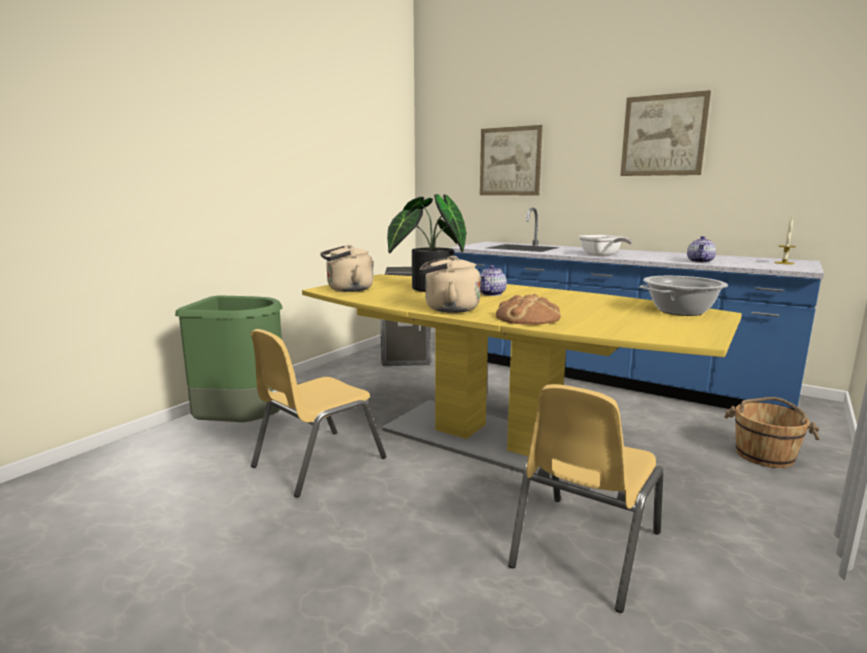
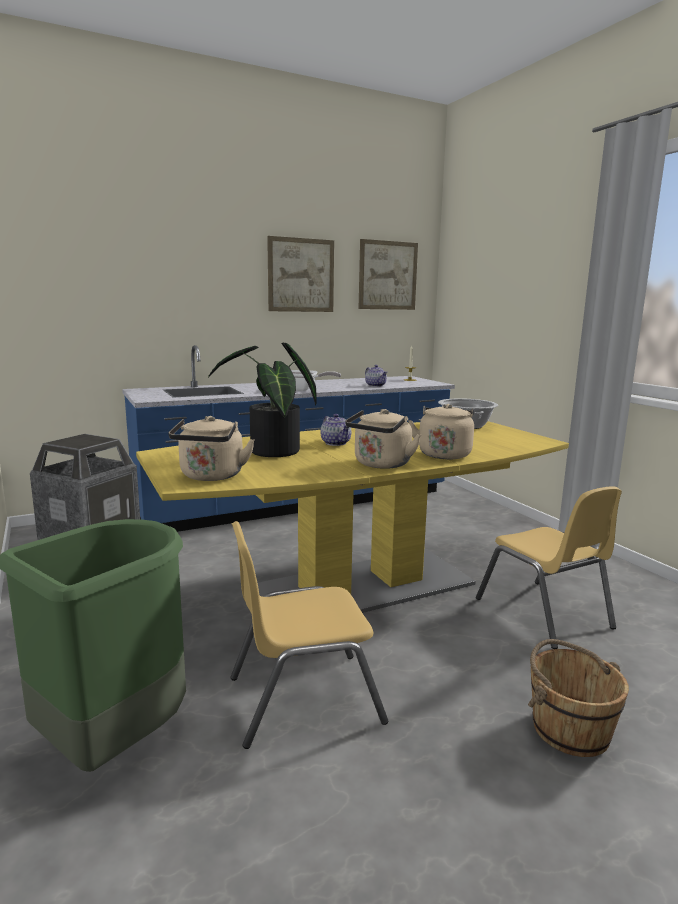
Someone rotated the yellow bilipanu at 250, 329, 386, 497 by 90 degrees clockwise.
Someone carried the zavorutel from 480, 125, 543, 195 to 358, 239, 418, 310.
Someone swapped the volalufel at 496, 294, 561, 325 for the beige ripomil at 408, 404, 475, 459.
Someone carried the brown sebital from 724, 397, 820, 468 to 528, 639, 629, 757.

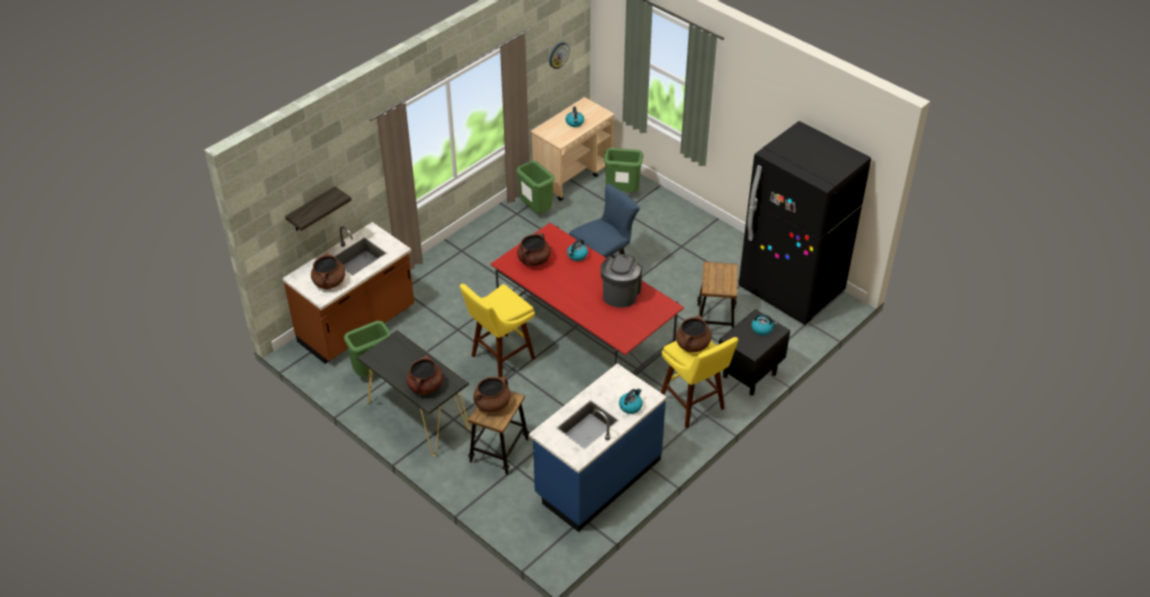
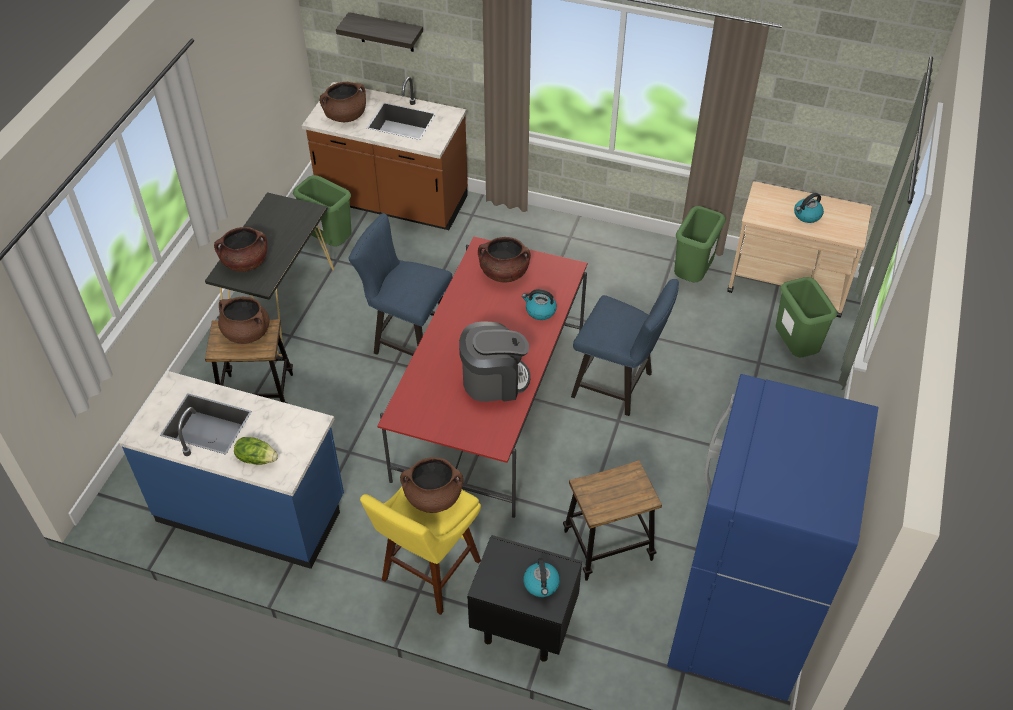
Someone swapped the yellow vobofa at 460, 284, 535, 377 for the blue bilipanu at 349, 213, 452, 356.
Someone took away the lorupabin at 549, 42, 570, 69.
Someone swapped the ripomil at 619, 388, 643, 414 for the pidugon at 234, 437, 278, 465.
Someone repainted the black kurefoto at 738, 121, 871, 325, which became the blue kurefoto at 667, 374, 878, 701.

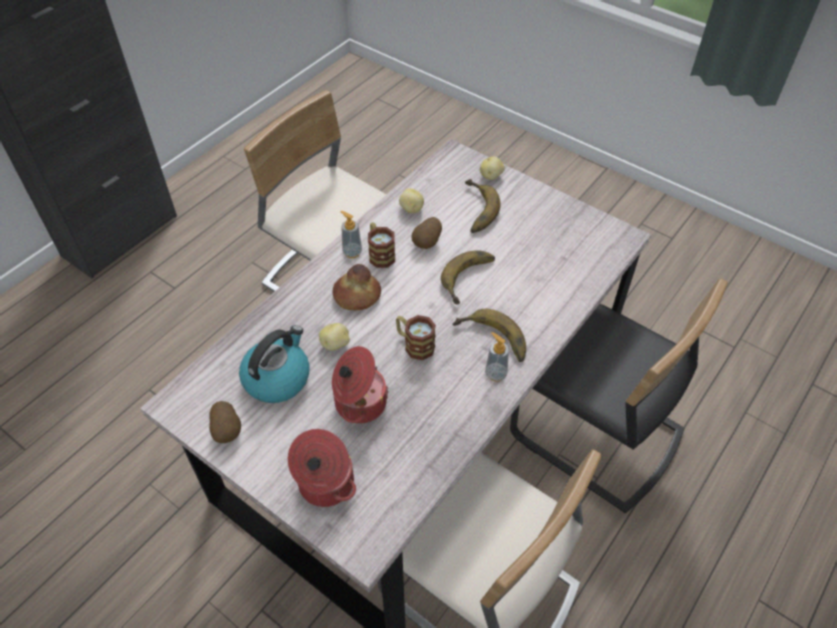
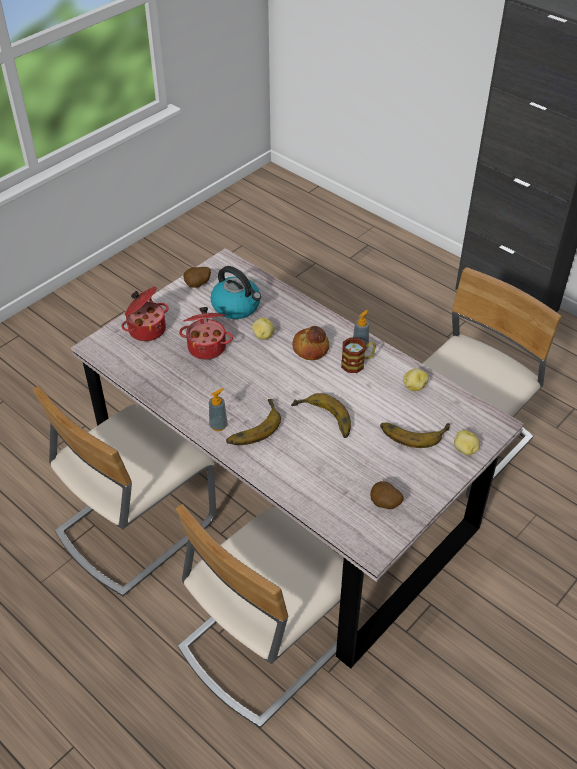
Someone took away the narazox at 396, 315, 436, 360.
Someone carried the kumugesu from 411, 217, 442, 249 to 370, 481, 404, 509.
Someone repainted the black bilipanu at 510, 278, 728, 514, which became the beige bilipanu at 176, 504, 364, 728.

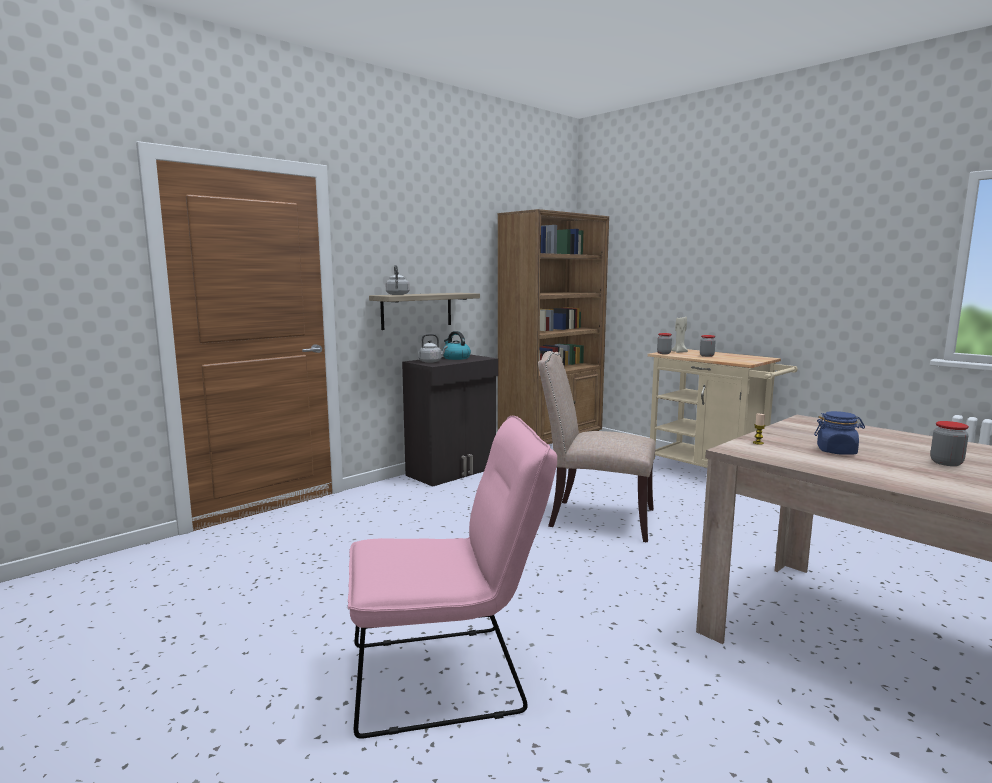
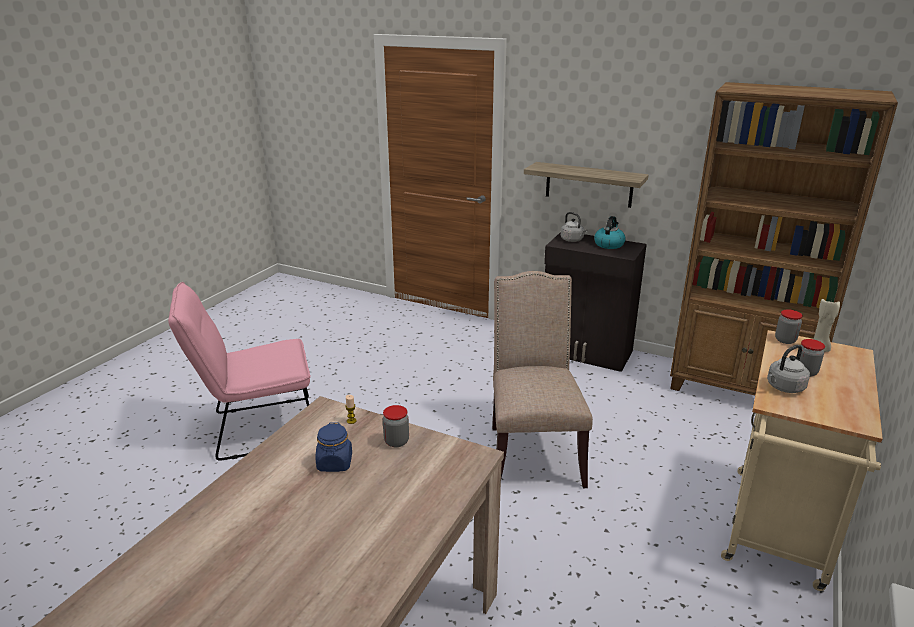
Someone rotated the pink bilipanu at 348, 416, 557, 739 by 105 degrees clockwise.
Someone carried the grey ripomil from 386, 265, 410, 295 to 767, 345, 810, 393.
Someone carried the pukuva from 930, 421, 969, 466 to 383, 405, 409, 447.

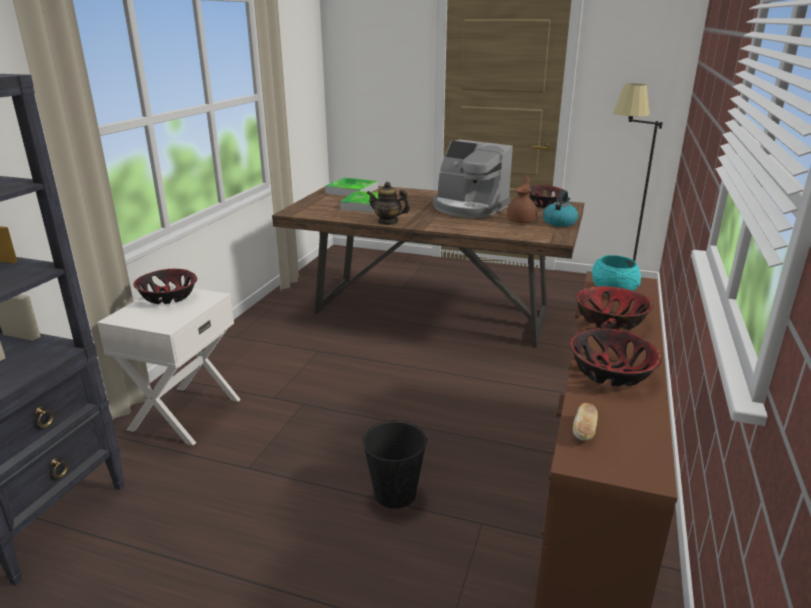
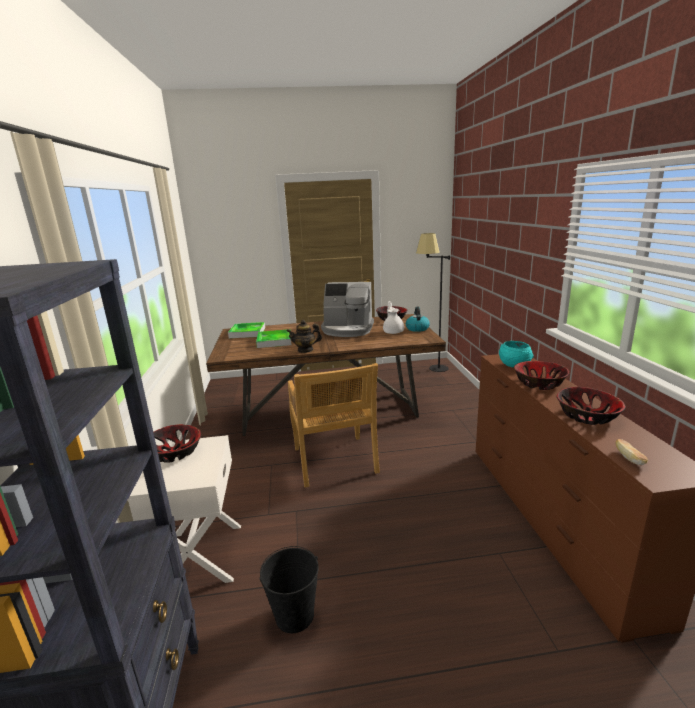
Someone carried the black sebital from 362, 420, 428, 509 to 259, 546, 319, 633.
Someone repainted the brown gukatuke at 507, 176, 537, 223, which became the white gukatuke at 383, 301, 404, 334.
Someone put down the beige bilipanu at 288, 363, 380, 488.

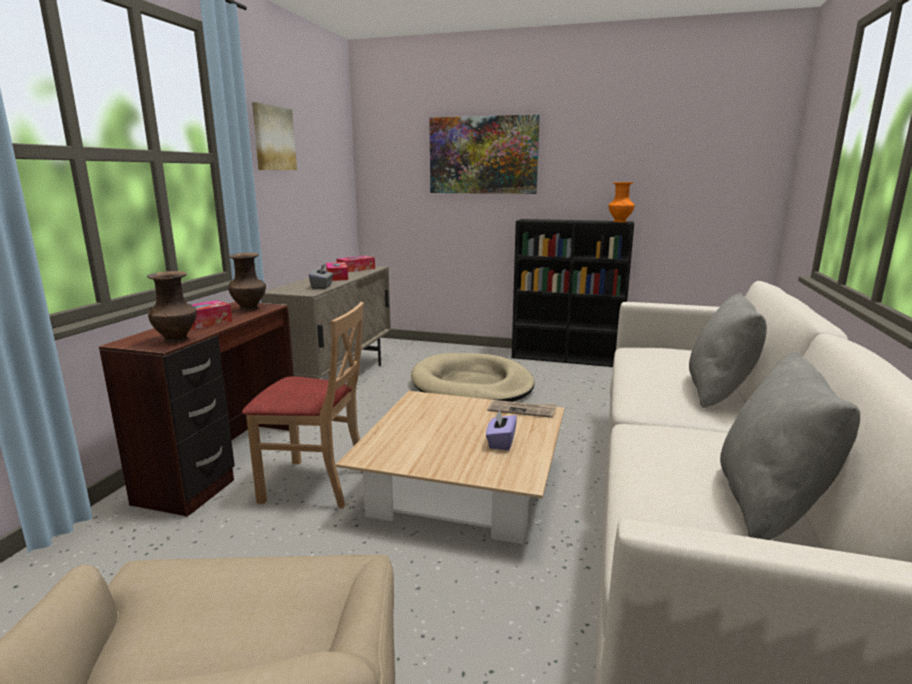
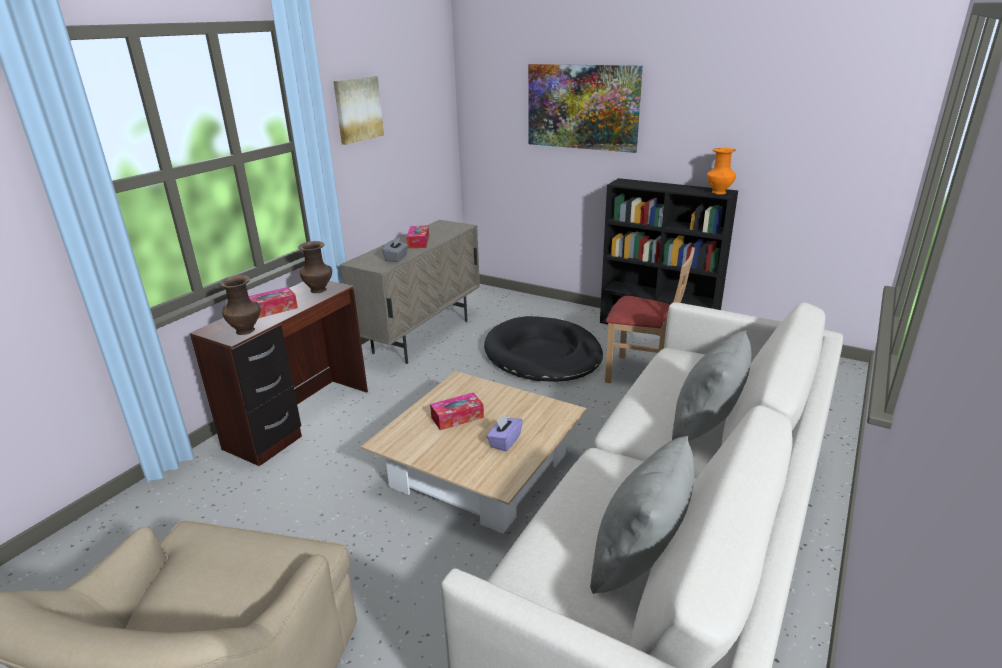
Someone carried the beige bilipanu from 242, 302, 364, 508 to 605, 247, 695, 383.
Someone carried the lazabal from 336, 256, 375, 272 to 430, 392, 484, 430.
Someone repainted the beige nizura at 411, 353, 535, 402, which became the black nizura at 484, 316, 603, 382.
Someone took away the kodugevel at 487, 400, 557, 418.

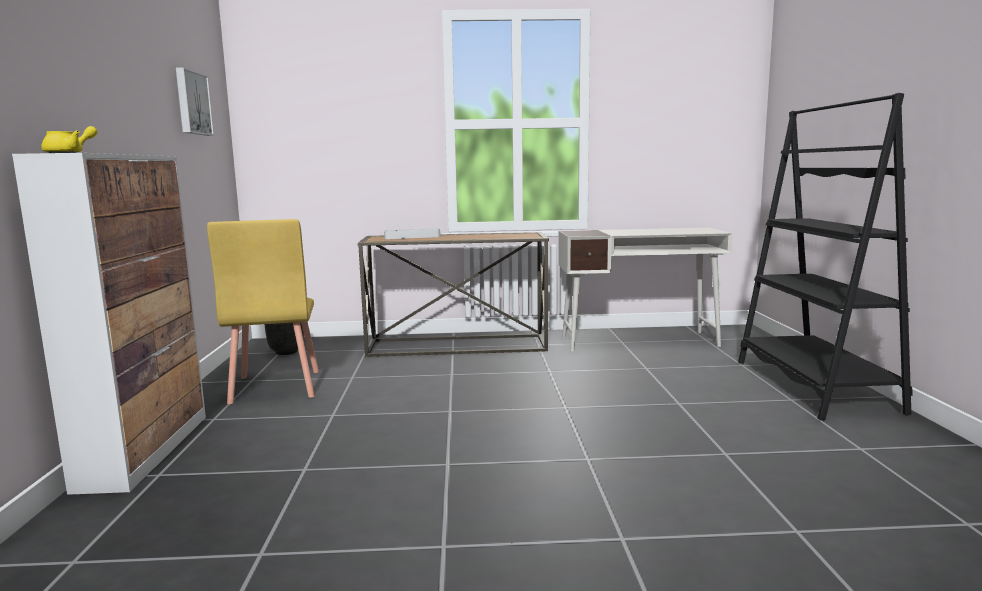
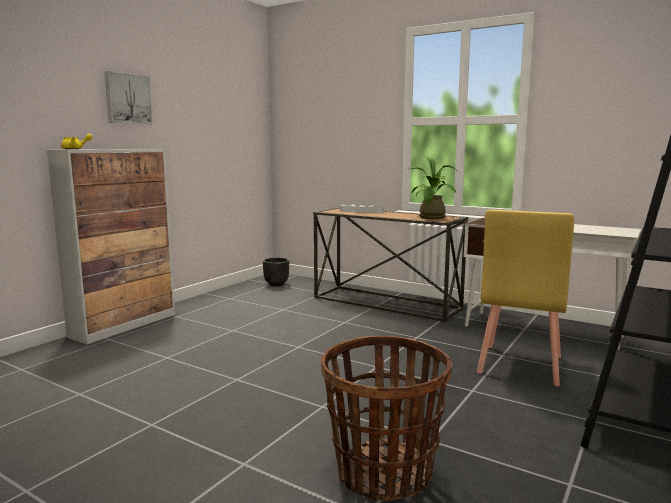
Someone carried the zavorutel from 176, 67, 214, 136 to 104, 71, 153, 124.
Someone carried the yellow bilipanu from 207, 219, 319, 404 to 477, 210, 574, 386.
Someone put down the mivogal at 321, 336, 452, 501.
Someone put down the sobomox at 407, 157, 459, 219.

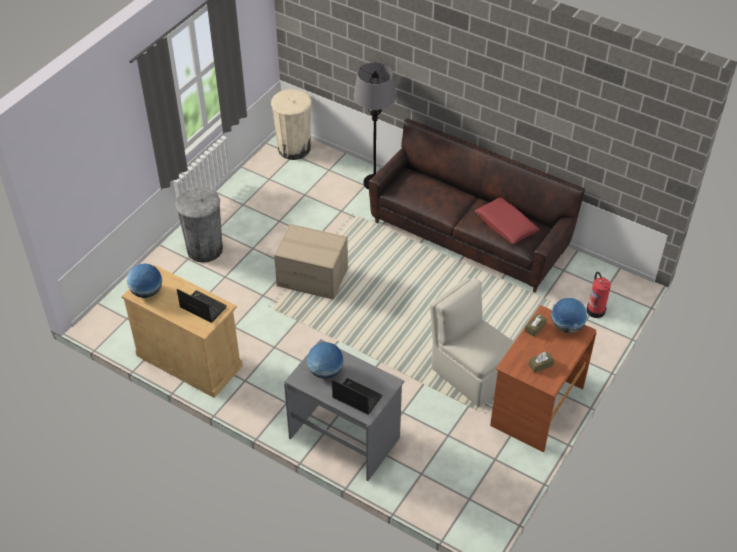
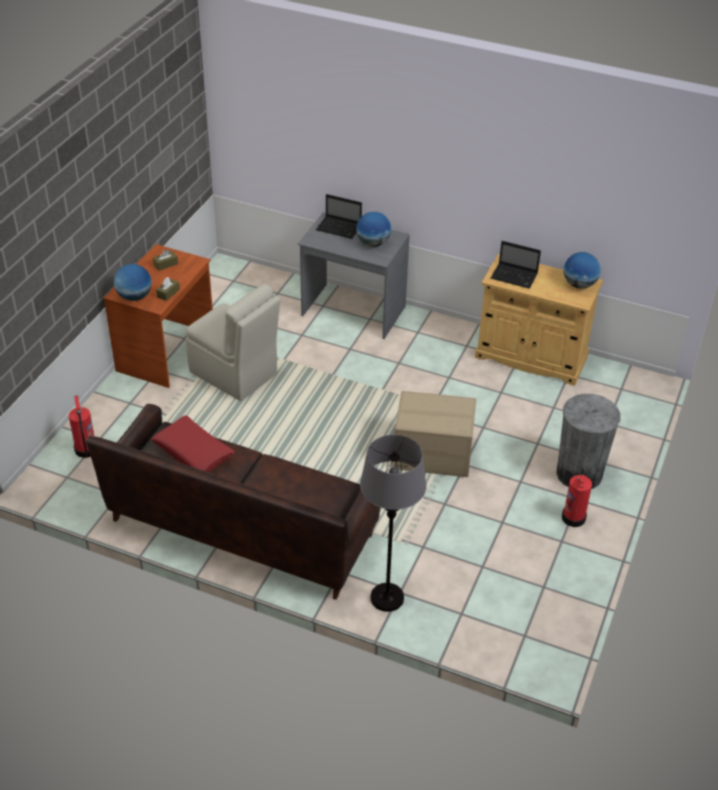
Someone took away the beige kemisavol at 271, 89, 312, 160.
Someone put down the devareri at 562, 468, 592, 527.

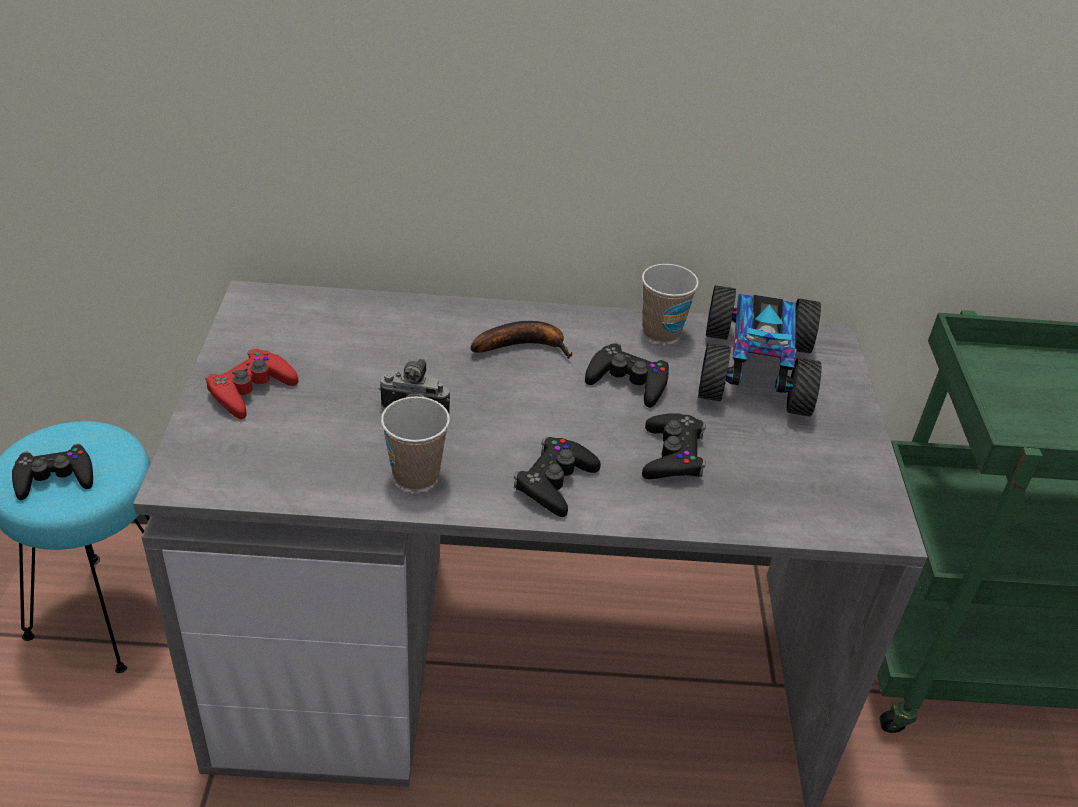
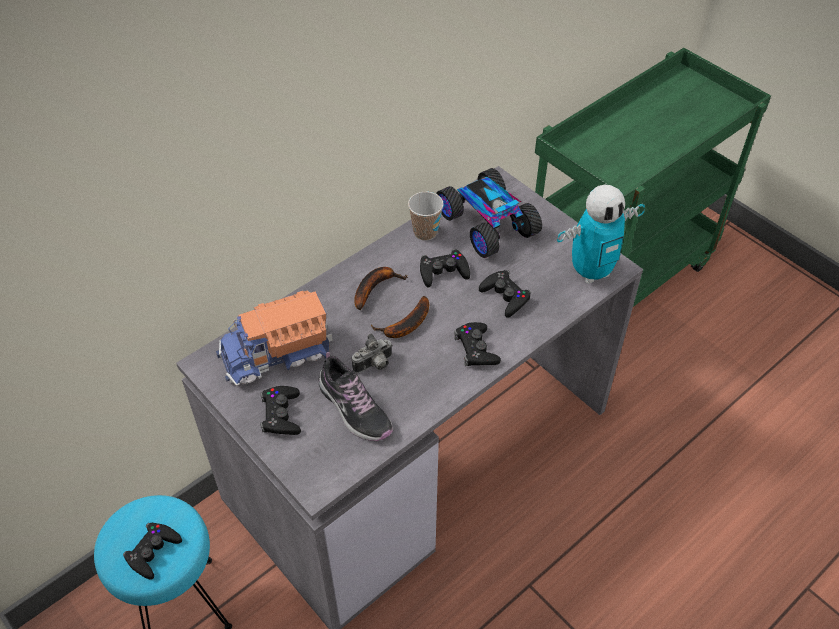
Someone repainted the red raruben at 205, 349, 298, 419, which became the black raruben at 260, 386, 301, 435.
Someone took away the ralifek at 381, 396, 450, 491.
Someone put down the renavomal at 216, 290, 333, 386.
Someone put down the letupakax at 319, 352, 393, 441.
Someone put down the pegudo at 371, 296, 429, 338.
Someone put down the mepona at 557, 184, 645, 284.

